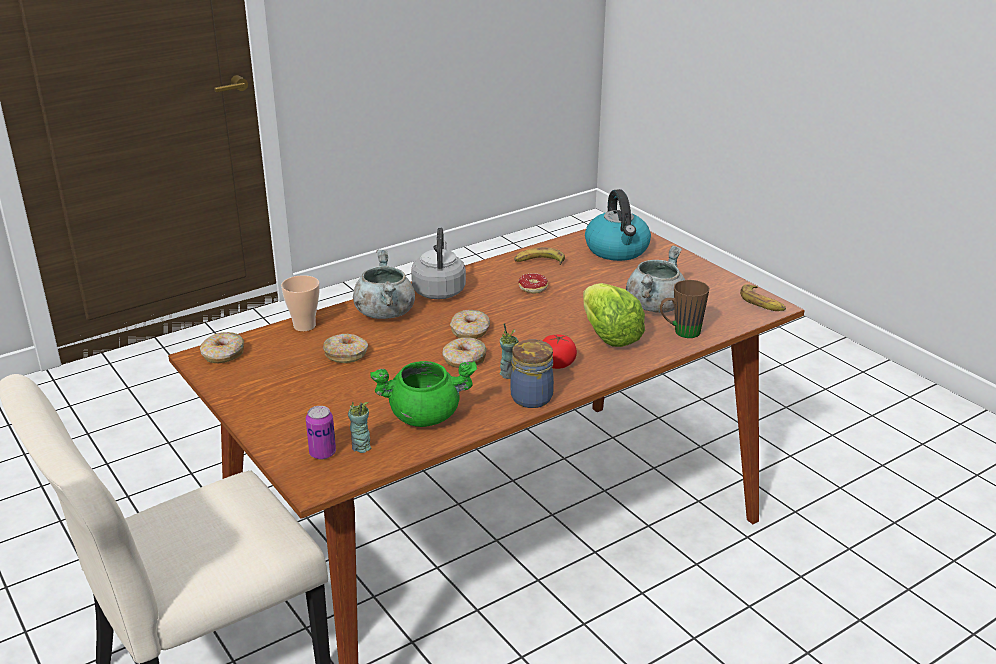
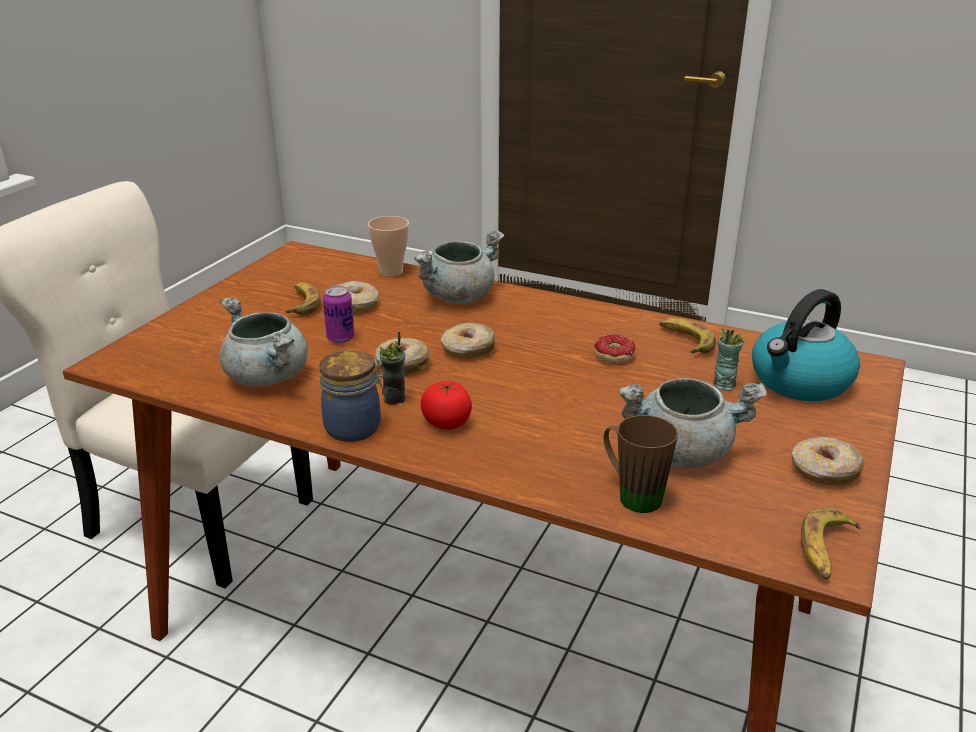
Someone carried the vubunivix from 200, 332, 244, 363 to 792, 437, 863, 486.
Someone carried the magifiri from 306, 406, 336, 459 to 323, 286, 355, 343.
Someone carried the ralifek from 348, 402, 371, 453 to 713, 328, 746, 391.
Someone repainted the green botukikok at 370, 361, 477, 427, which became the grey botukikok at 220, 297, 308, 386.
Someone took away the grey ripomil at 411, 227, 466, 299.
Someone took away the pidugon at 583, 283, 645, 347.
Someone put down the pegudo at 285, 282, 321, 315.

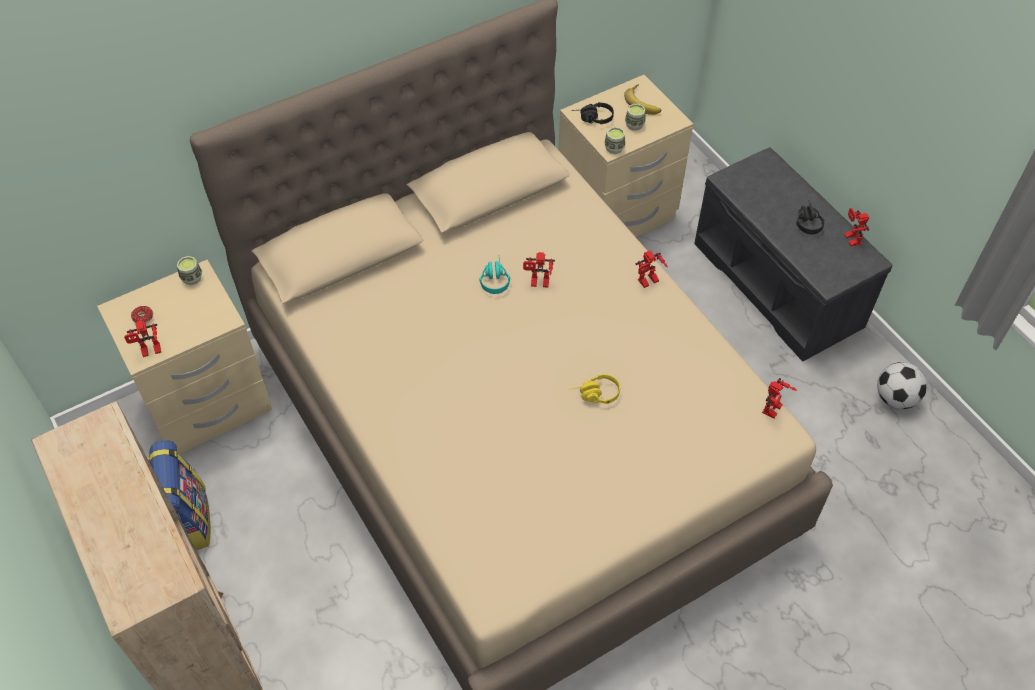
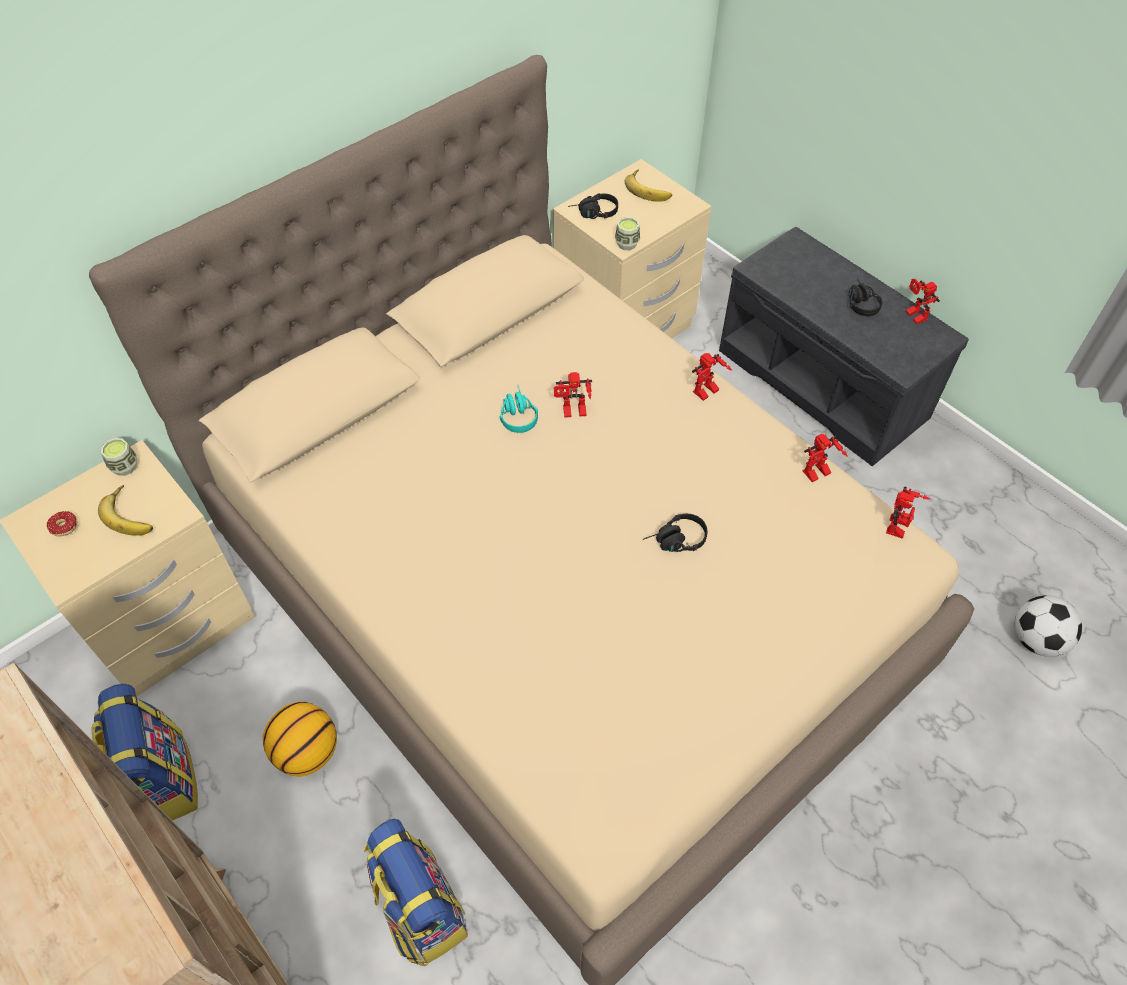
Someone carried the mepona from 124, 320, 161, 357 to 803, 434, 848, 482.
Someone repainted the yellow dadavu at 569, 374, 620, 404, which became the black dadavu at 643, 514, 707, 552.
Someone took away the ralifek at 625, 104, 646, 130.
Someone carried the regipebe from 877, 362, 927, 409 to 1015, 595, 1082, 657.
Someone put down the pegudo at 98, 485, 153, 536.
Someone put down the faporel at 263, 701, 337, 777.
Someone put down the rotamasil at 364, 819, 468, 966.

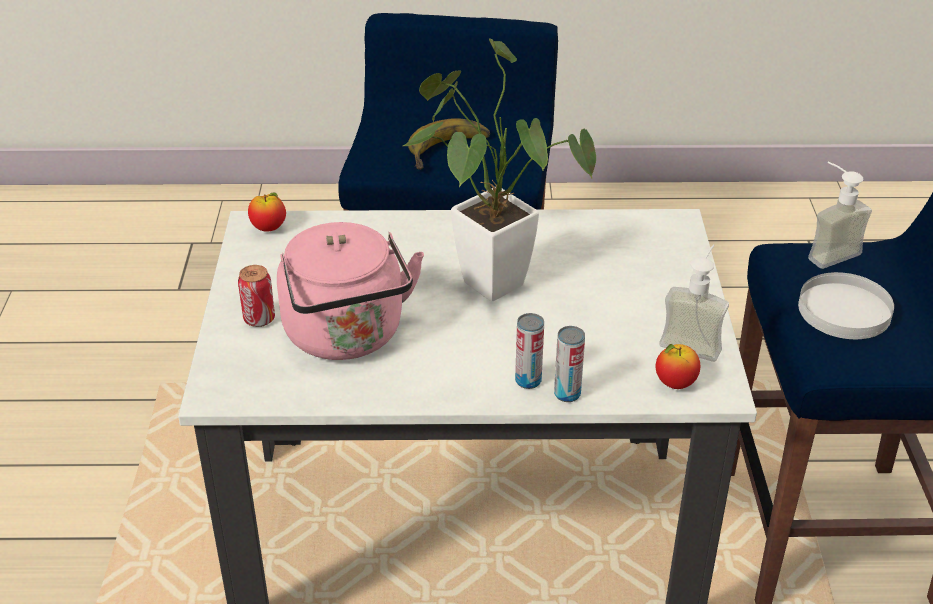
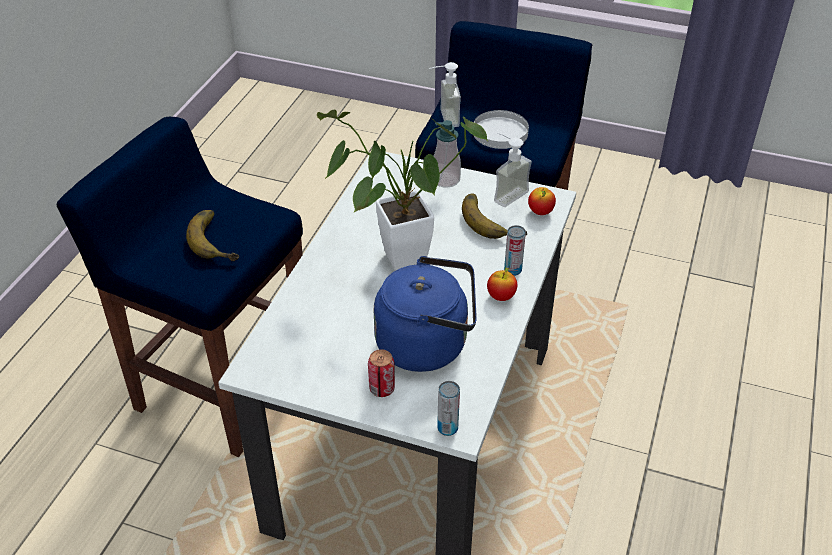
Someone carried the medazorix from 248, 192, 286, 232 to 487, 267, 517, 301.
Someone repainted the pink ripomil at 277, 222, 424, 360, which became the blue ripomil at 374, 256, 477, 372.
Someone carried the magifiri from 554, 326, 585, 402 to 437, 381, 460, 436.
Someone put down the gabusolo at 434, 120, 461, 188.
Someone put down the pegudo at 462, 194, 527, 239.

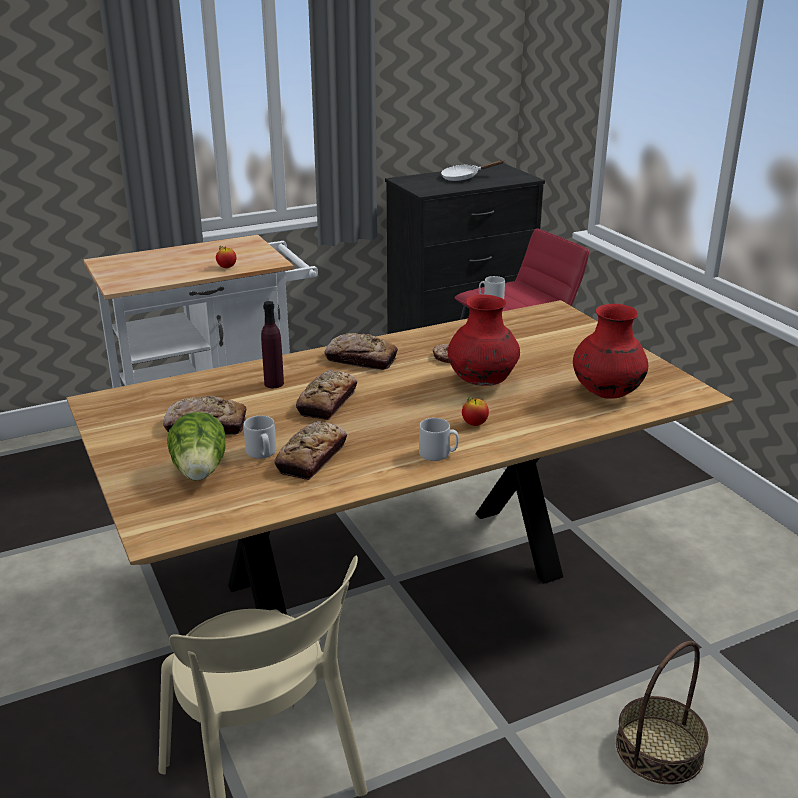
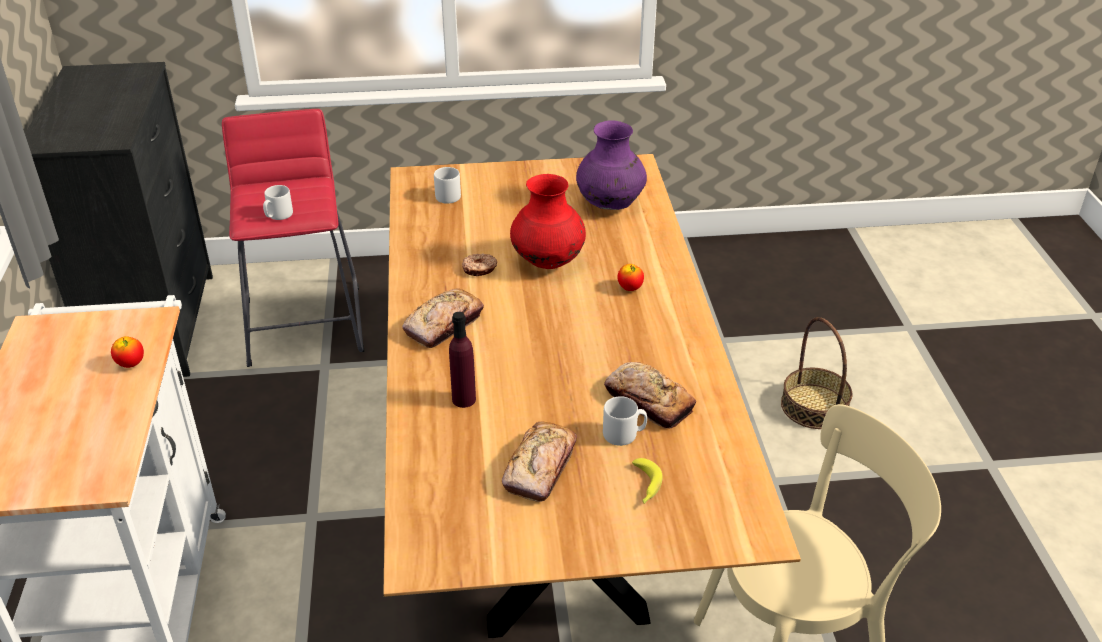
Someone swapped the pidugon at 167, 412, 226, 481 for the pegudo at 632, 458, 663, 504.
Someone took away the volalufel at 296, 369, 357, 420.
Someone carried the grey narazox from 419, 418, 459, 461 to 434, 167, 461, 204.
Someone took away the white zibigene at 441, 160, 504, 181.
Someone repainted the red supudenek at 573, 304, 648, 399, which became the purple supudenek at 576, 120, 647, 210.

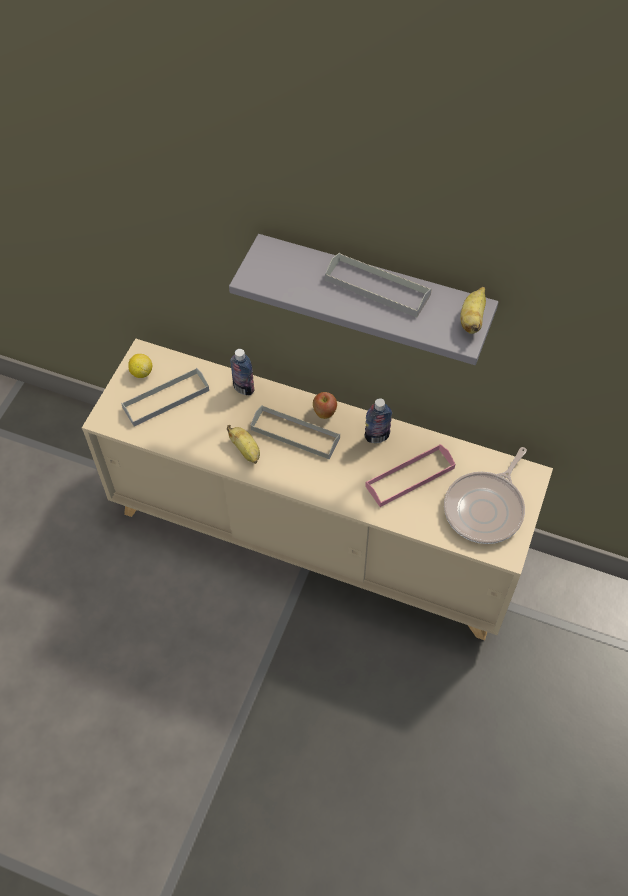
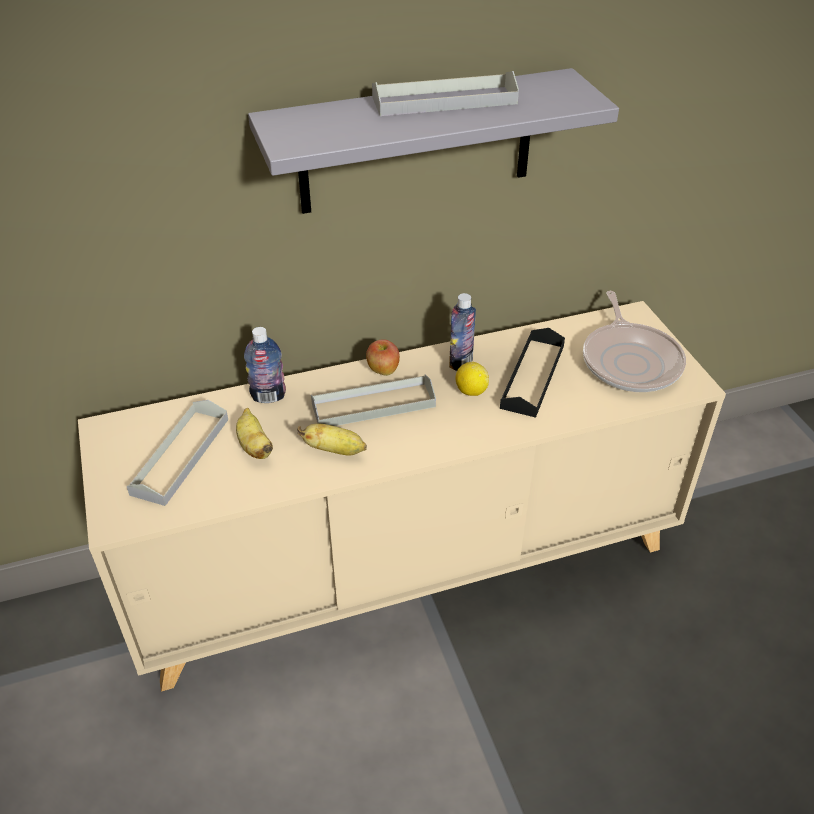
Someone carried the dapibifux from 128, 354, 152, 378 to 456, 362, 489, 396.
Someone repainted the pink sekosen at 365, 444, 455, 507, which became the black sekosen at 500, 328, 565, 418.
Someone carried the pegudo from 460, 287, 486, 334 to 236, 408, 273, 459.

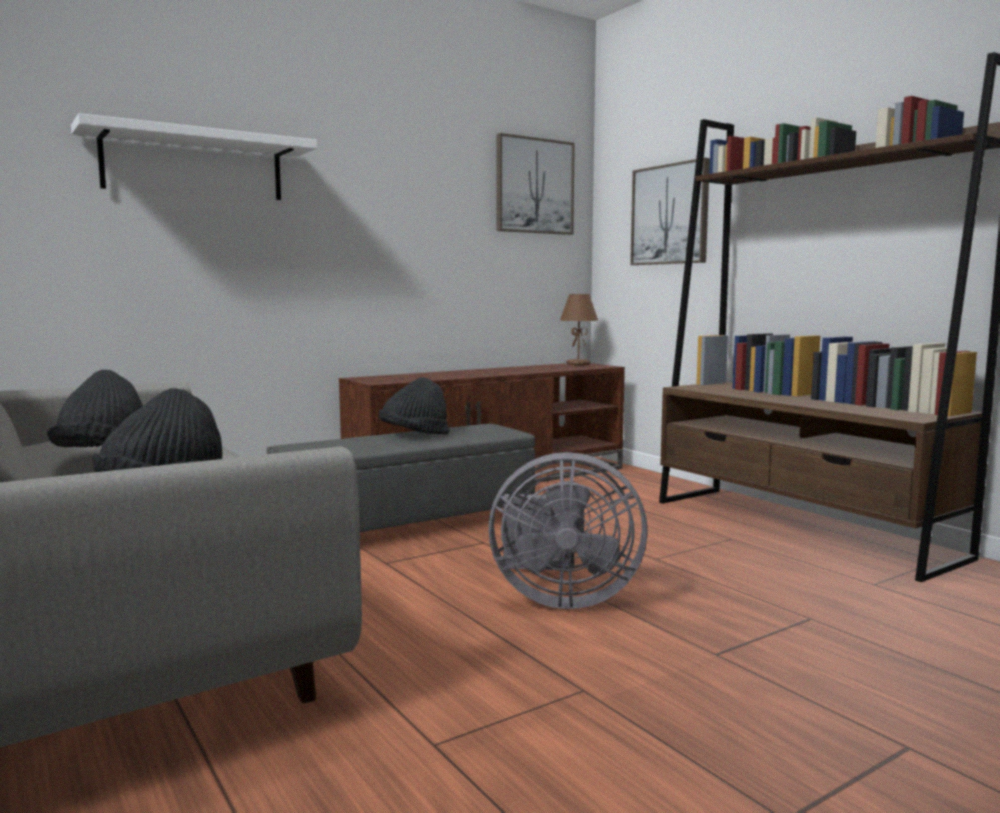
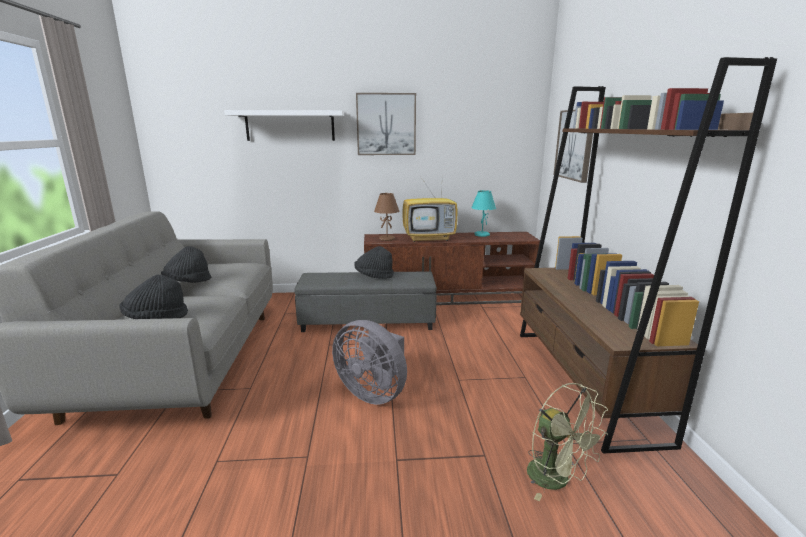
Someone carried the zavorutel from 496, 133, 575, 235 to 356, 93, 416, 155.
Someone carried the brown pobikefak from 560, 294, 598, 365 to 374, 193, 399, 241.
Someone put down the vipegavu at 402, 186, 458, 242.
Someone put down the turquoise pobikefak at 471, 190, 496, 237.
Someone put down the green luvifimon at 527, 383, 608, 501.

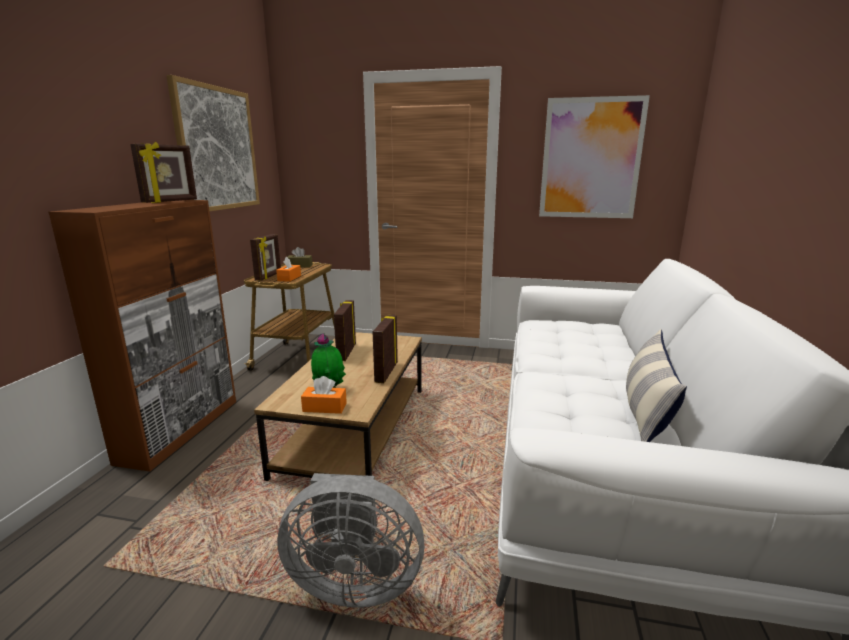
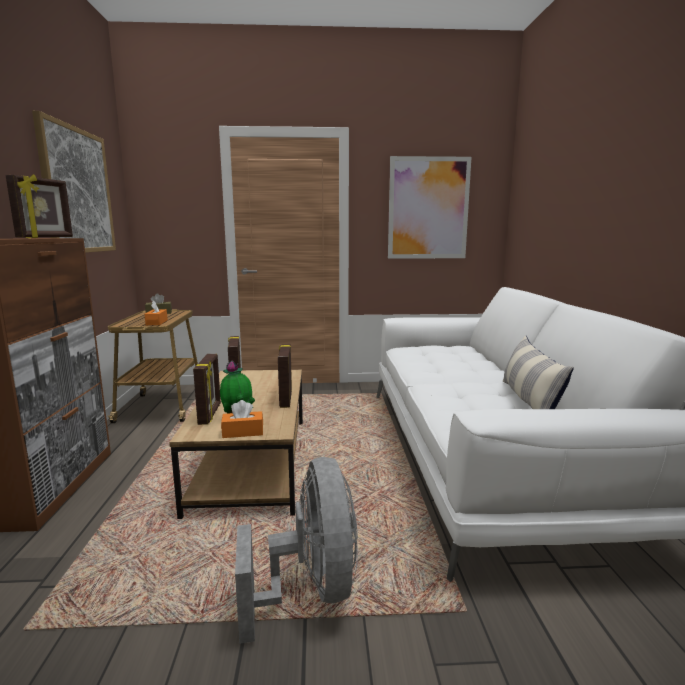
Someone carried the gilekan from 250, 234, 281, 281 to 193, 354, 221, 425.
Someone rotated the grey luvifimon at 277, 473, 425, 607 by 90 degrees counterclockwise.

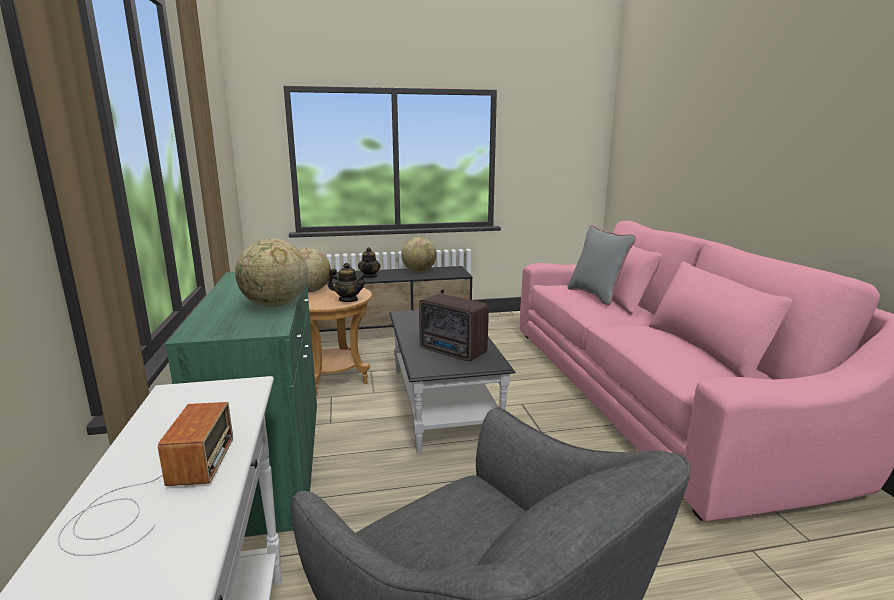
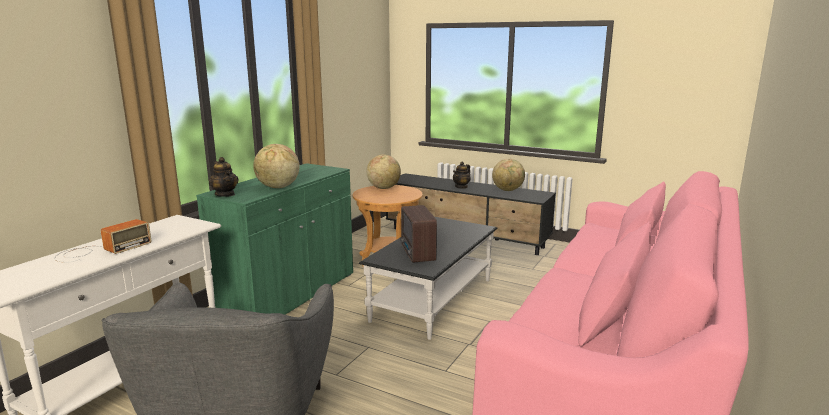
Someone carried the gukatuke from 328, 263, 367, 302 to 209, 157, 239, 197.
Someone took away the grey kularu at 567, 225, 636, 306.

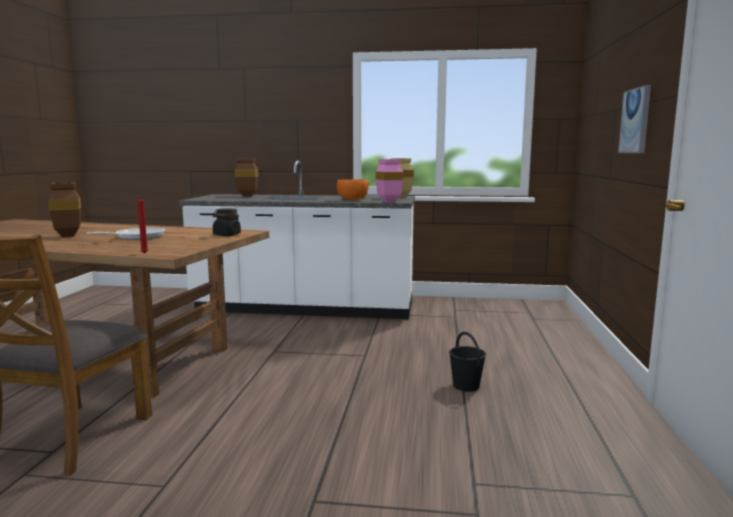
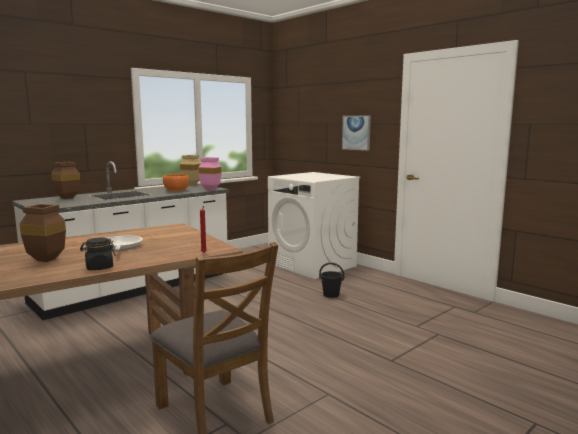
Someone carried the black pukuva from 213, 208, 241, 236 to 80, 238, 116, 270.
Someone put down the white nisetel at 268, 172, 361, 279.

